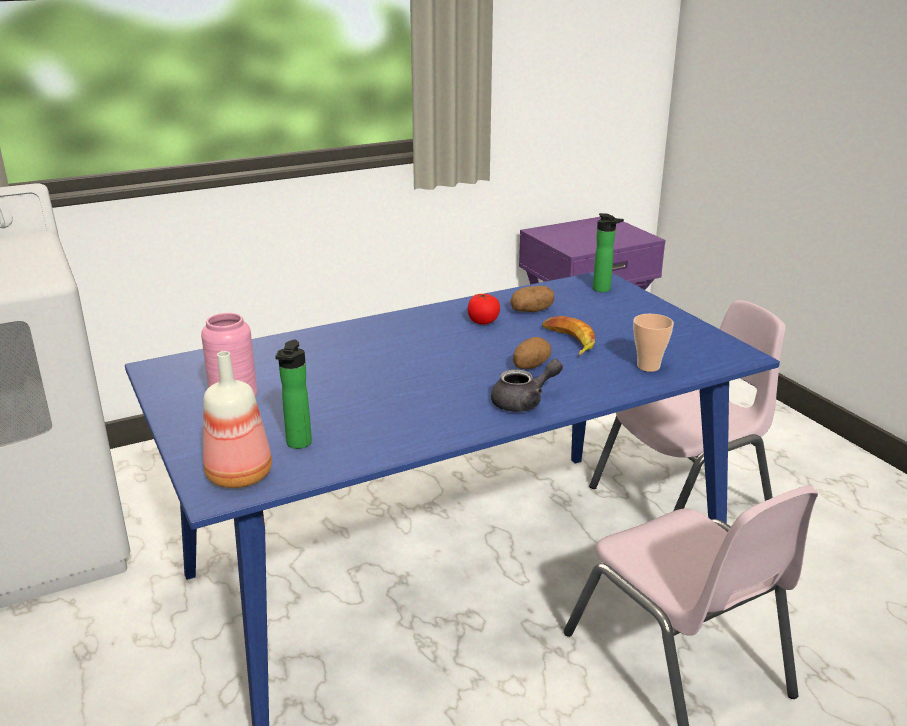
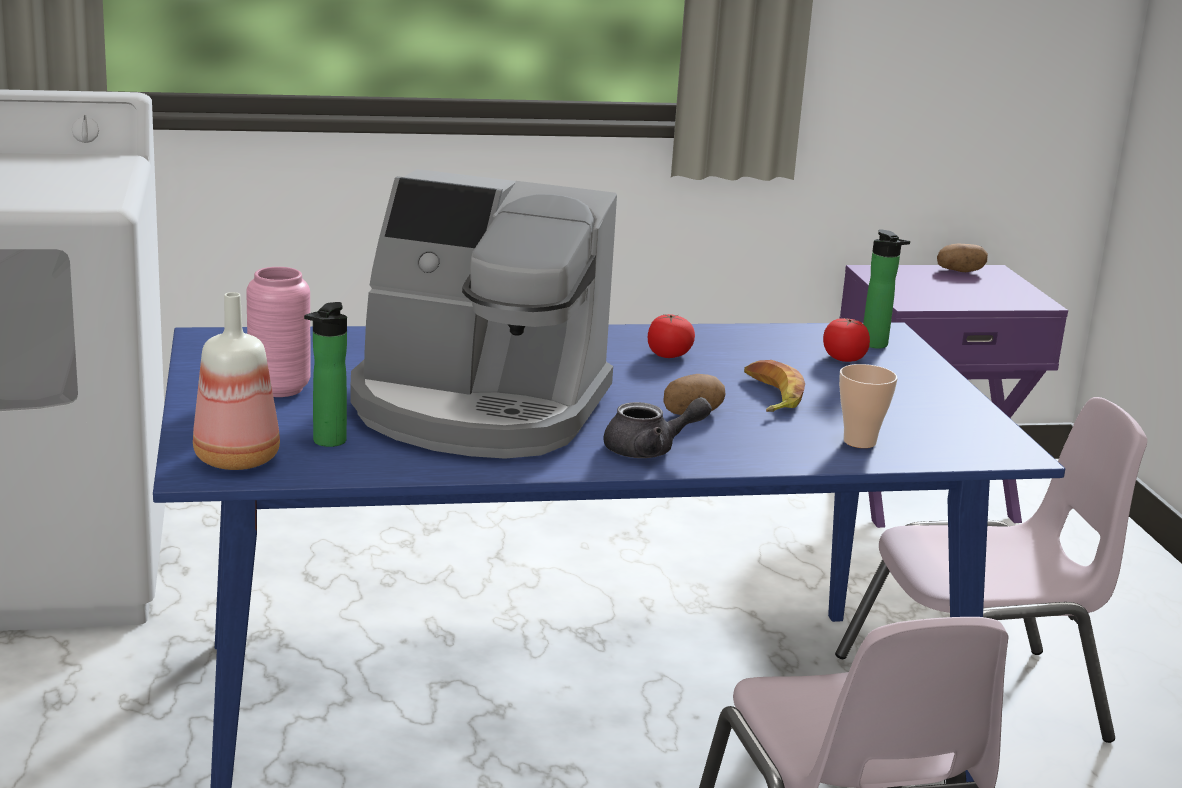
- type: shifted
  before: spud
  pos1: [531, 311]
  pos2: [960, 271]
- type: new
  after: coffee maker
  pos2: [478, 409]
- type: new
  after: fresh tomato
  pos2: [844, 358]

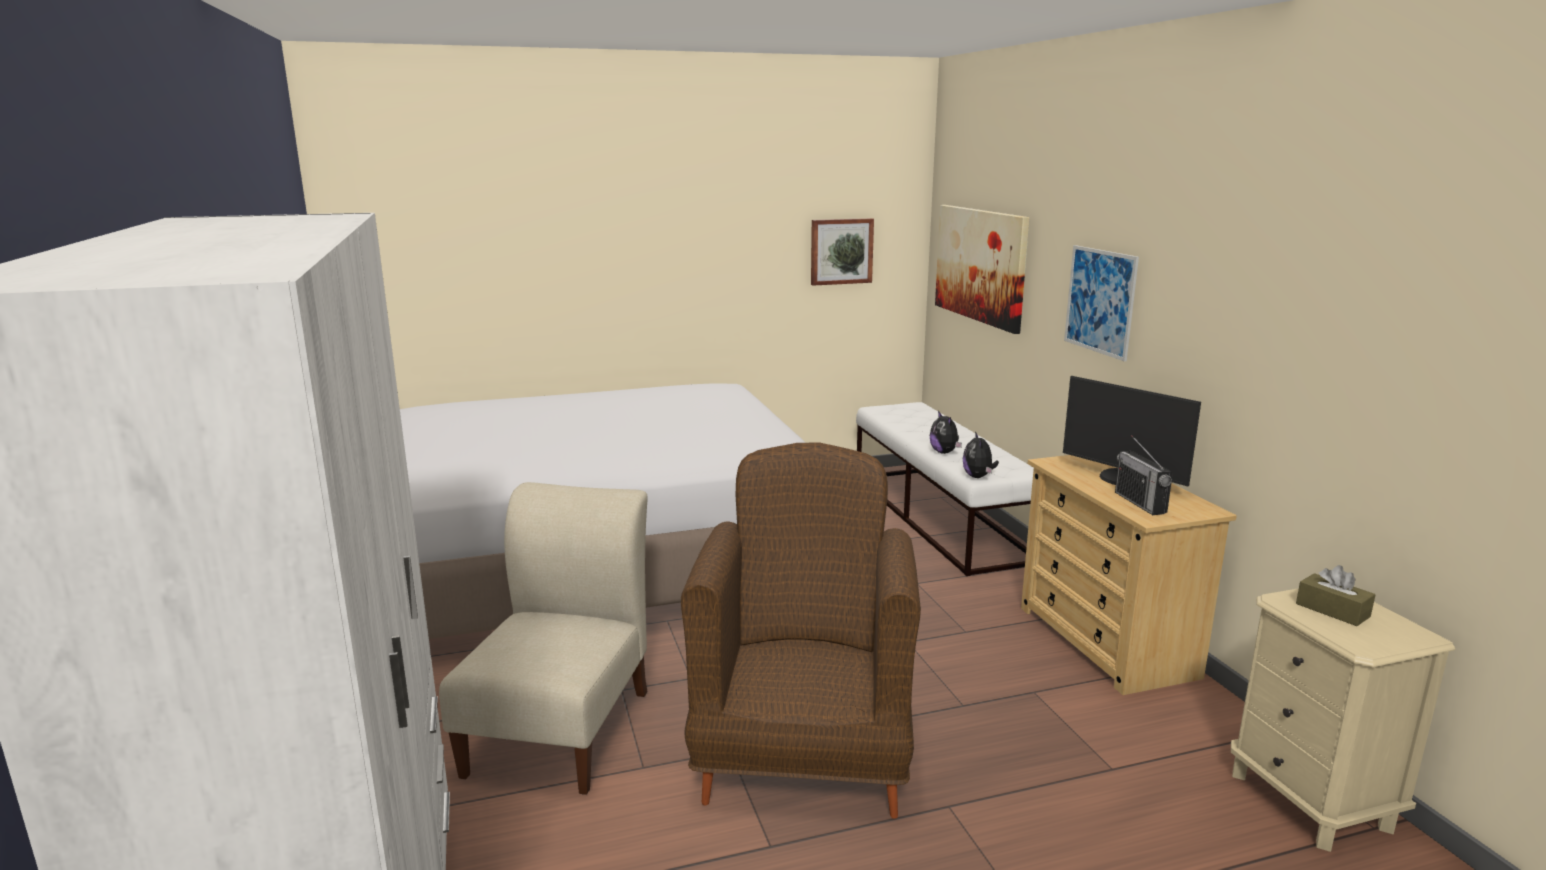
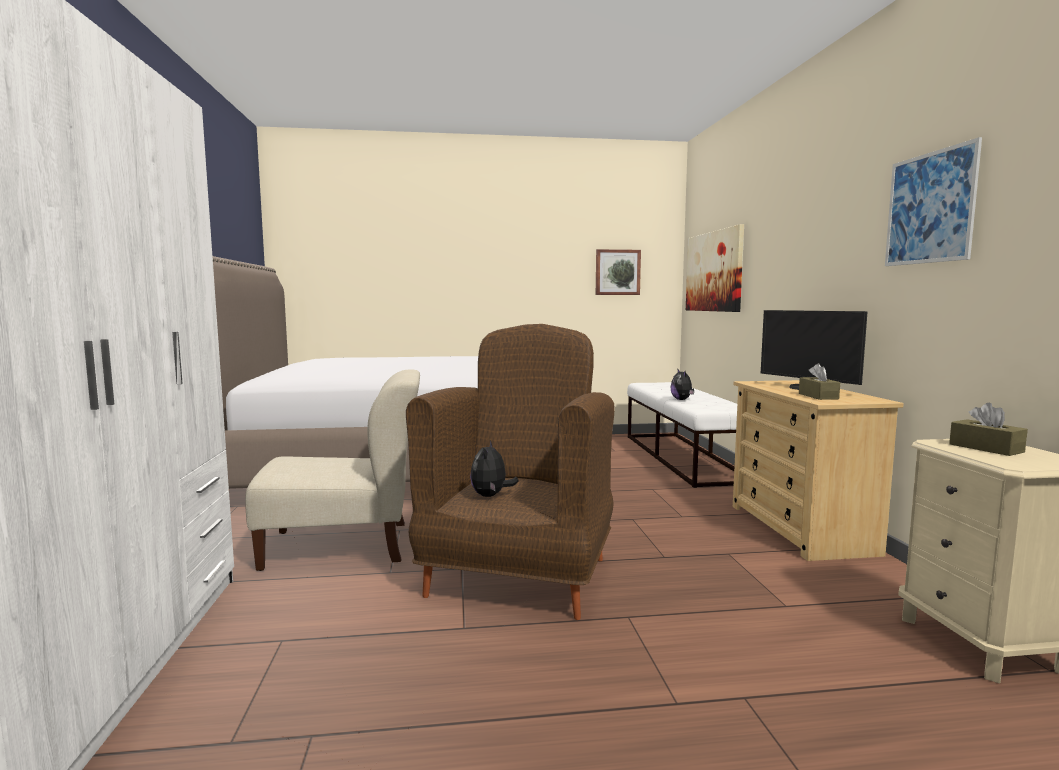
- type: shifted
  before: wall picture
  pos1: [1100, 301]
  pos2: [929, 208]
- type: shifted
  before: cuddly toy
  pos1: [978, 477]
  pos2: [491, 496]
- type: swapped
  before: radio set
  after: brown tissue holder
  pos1: [1140, 503]
  pos2: [818, 396]
- type: rotated
  before: sand-coloured upright chair
  pos1: [563, 727]
  pos2: [345, 546]
  turn: 60

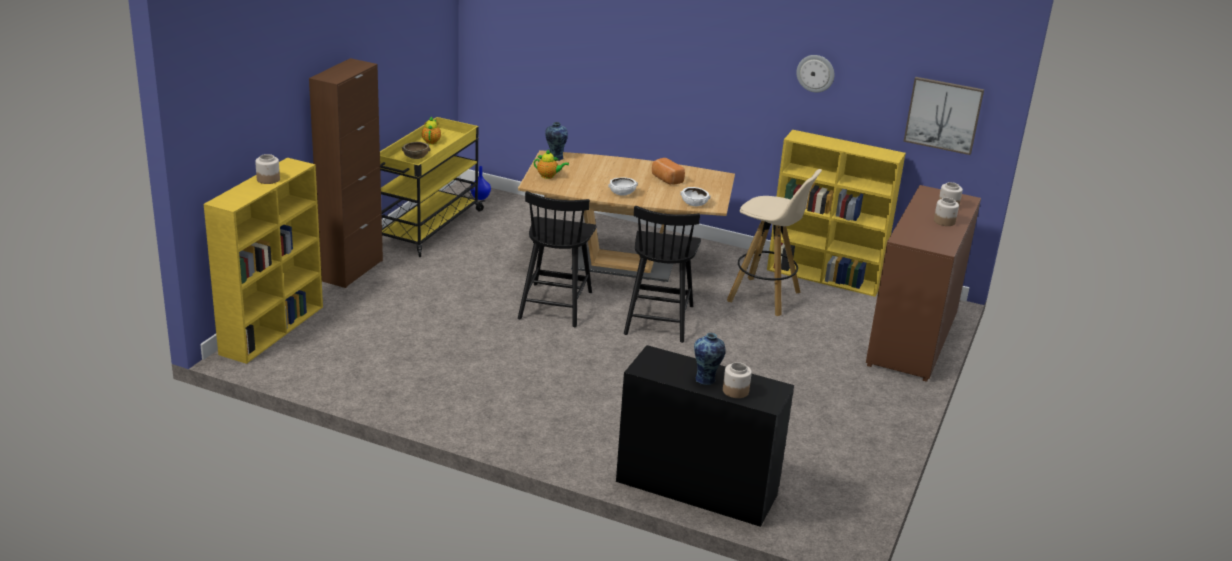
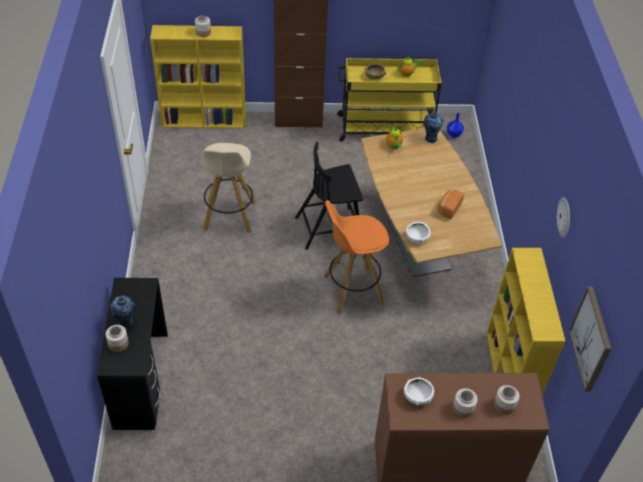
- type: shifted
  before: sand-coloured stool seat
  pos1: [765, 297]
  pos2: [229, 216]
- type: shifted
  before: white bowl
  pos1: [622, 193]
  pos2: [417, 396]
- type: swapped
  before: black-coloured upright chair
  after: orangey stool seat
  pos1: [658, 319]
  pos2: [351, 290]

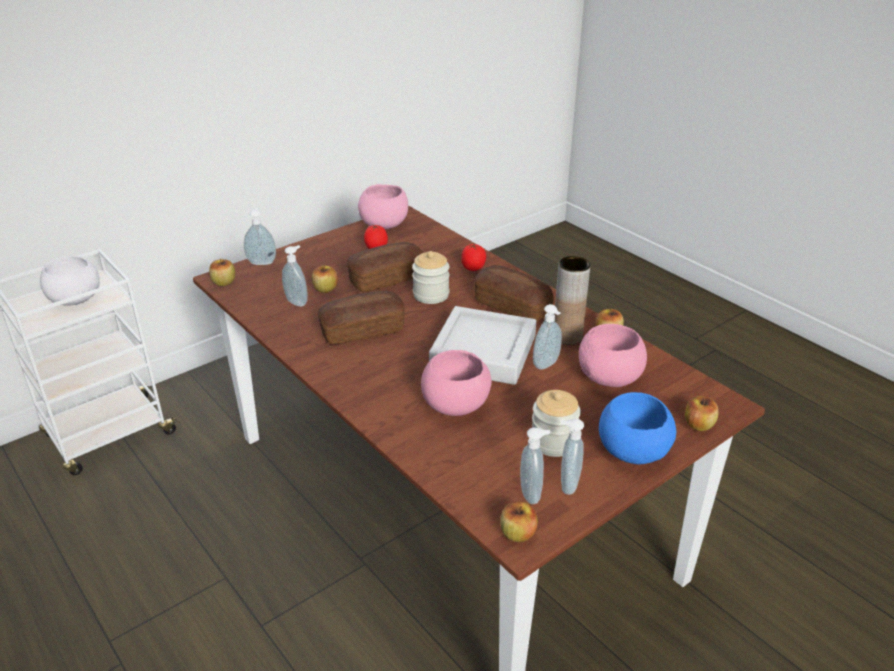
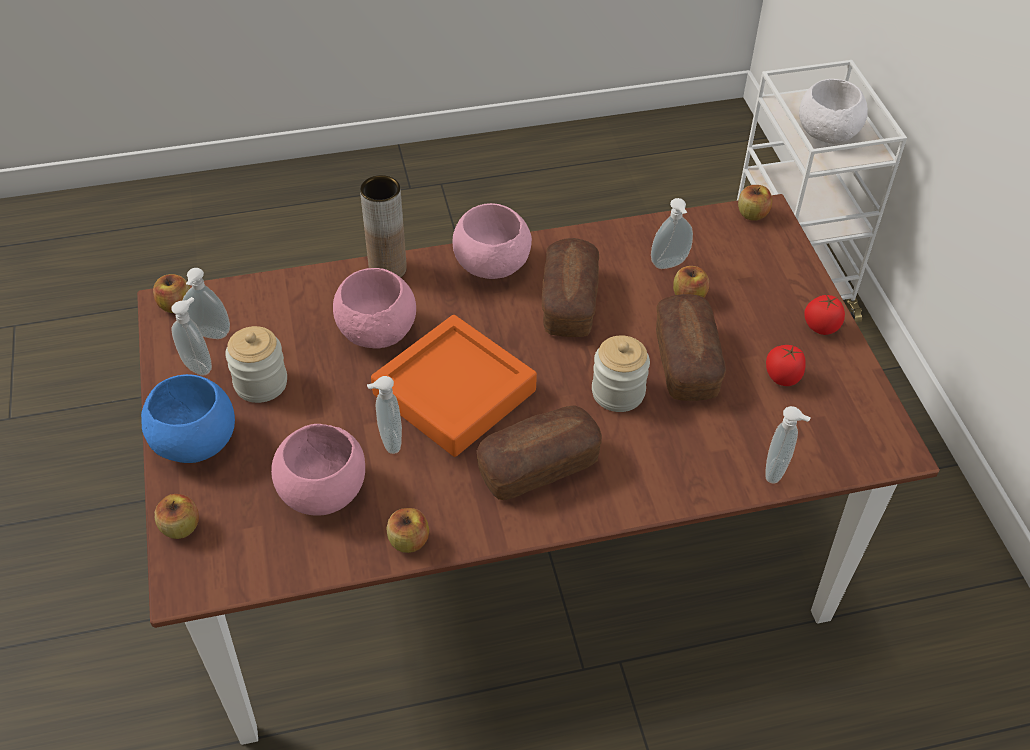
- type: shifted
  before: pinkish bowl
  pos1: [385, 224]
  pos2: [491, 266]
- type: shifted
  before: soap dispenser
  pos1: [262, 262]
  pos2: [777, 471]
- type: shifted
  before: fresh tomato
  pos1: [473, 269]
  pos2: [820, 328]
- type: shifted
  before: brown flower vase
  pos1: [567, 336]
  pos2: [387, 269]
- type: repainted
  before: greyish serving tray
  after: orangey serving tray
  pos1: [483, 352]
  pos2: [454, 392]

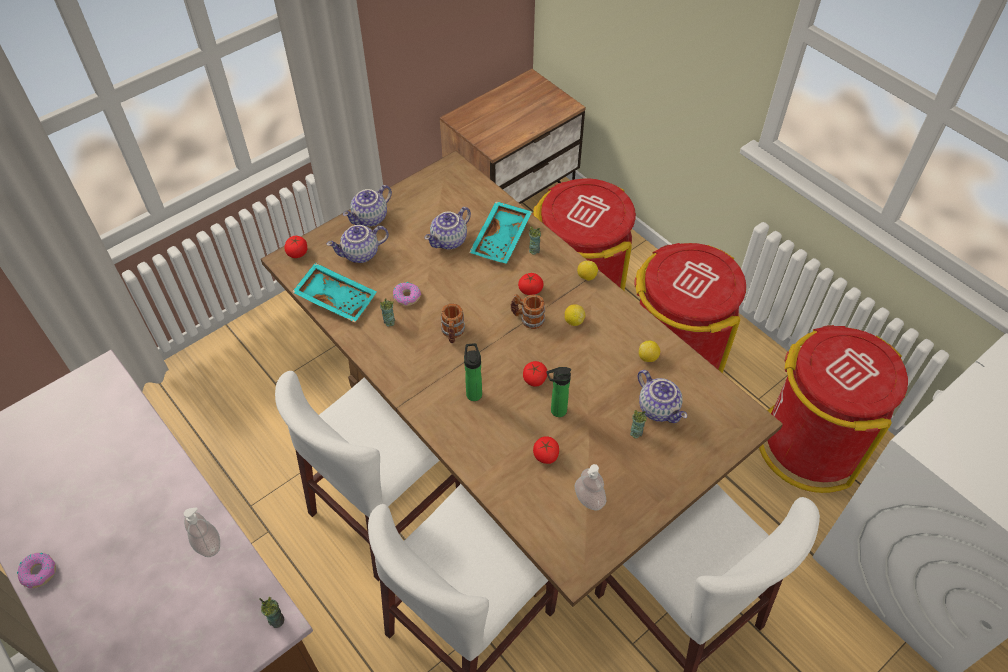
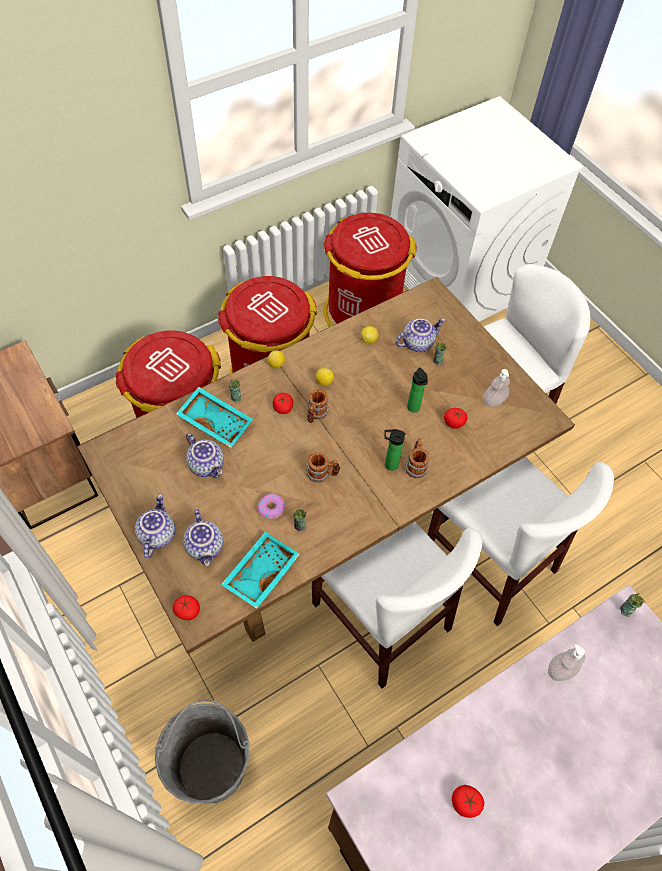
- type: rotated
  before: teapot
  pos1: [370, 219]
  pos2: [156, 535]
  turn: -135
- type: shifted
  before: fresh tomato
  pos1: [534, 379]
  pos2: [465, 802]
- type: gone
  before: doughnut
  pos1: [39, 572]
- type: new
  after: coffee mug
  pos2: [416, 465]
- type: new
  after: greyish pail
  pos2: [212, 766]

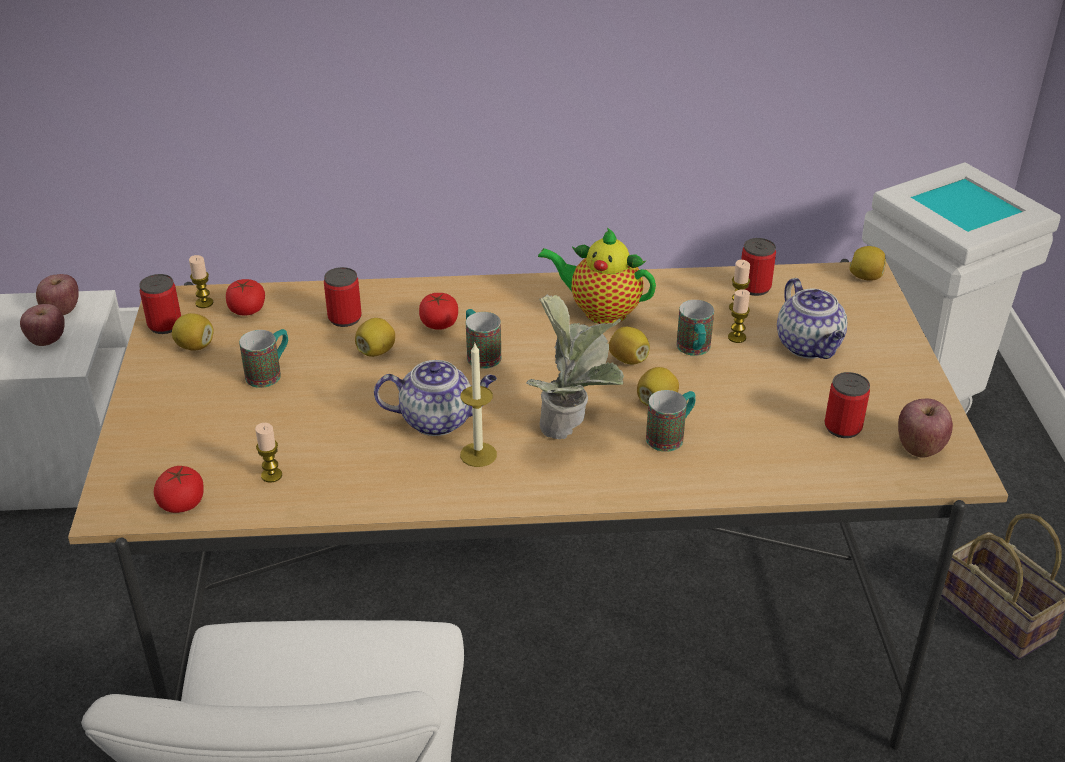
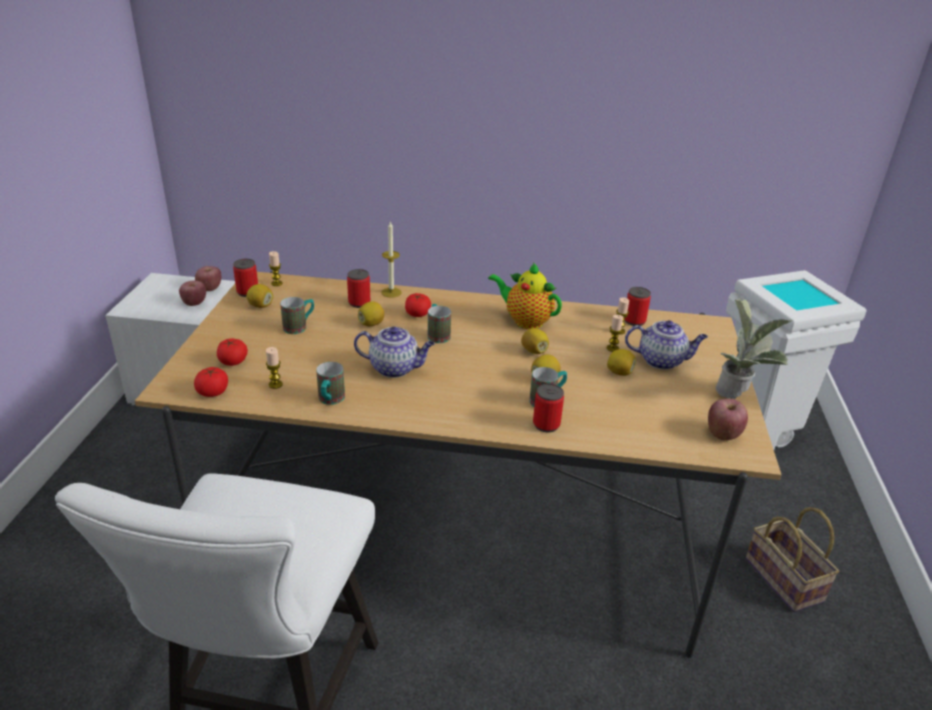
- type: shifted
  before: lemon
  pos1: [866, 277]
  pos2: [619, 373]
- type: rotated
  before: teapot
  pos1: [810, 347]
  pos2: [662, 361]
  turn: -75
- type: shifted
  before: fresh tomato
  pos1: [247, 309]
  pos2: [233, 361]
- type: shifted
  before: houseplant
  pos1: [573, 429]
  pos2: [739, 394]
- type: shifted
  before: coffee mug
  pos1: [694, 350]
  pos2: [330, 401]
- type: shifted
  before: wax candle
  pos1: [478, 454]
  pos2: [391, 292]
- type: shifted
  before: metal can
  pos1: [842, 427]
  pos2: [546, 424]

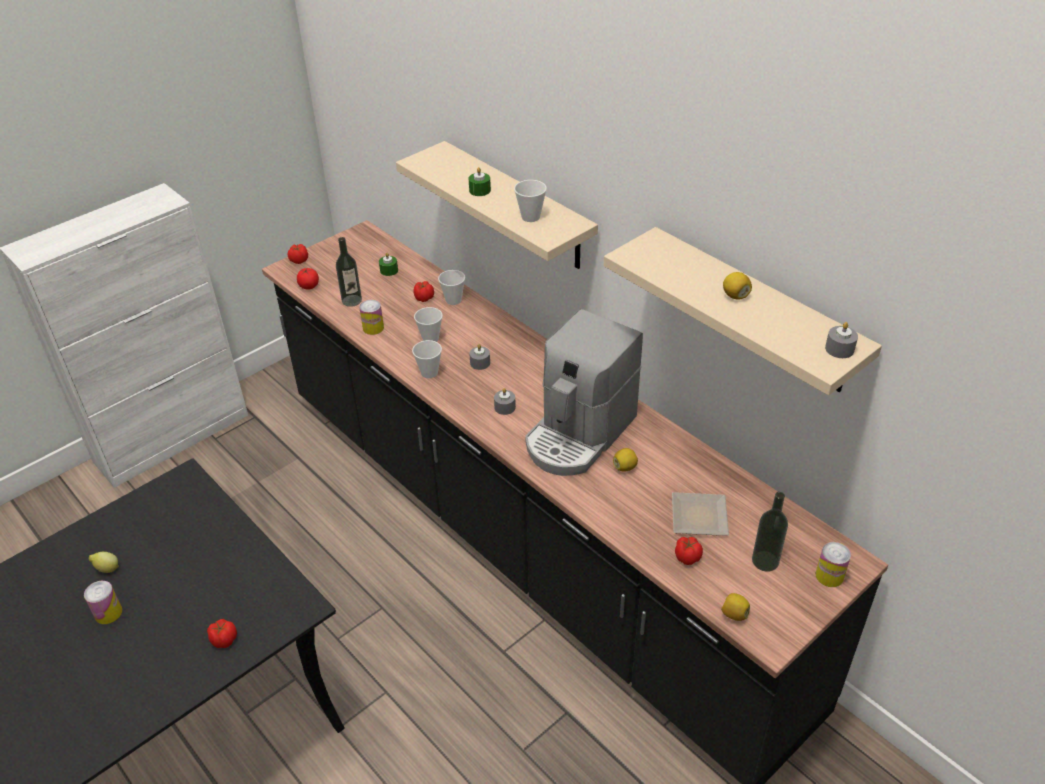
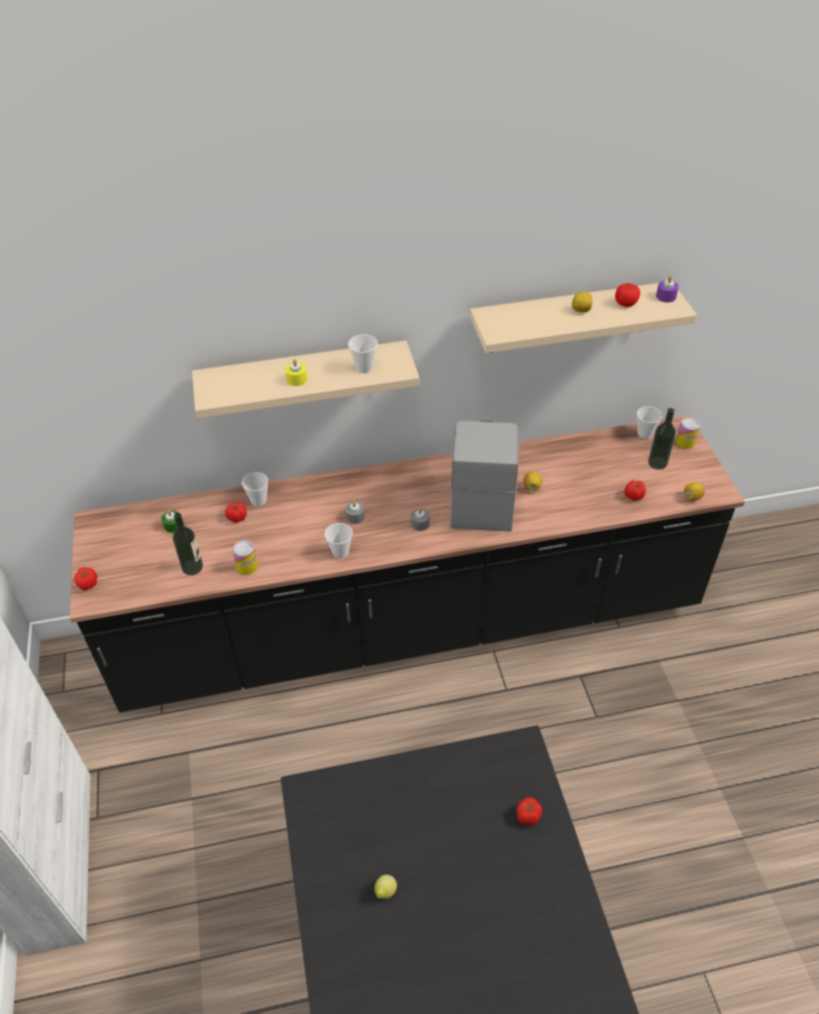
- type: repainted
  before: green wax candle
  after: yellowish wax candle
  pos1: [480, 190]
  pos2: [297, 379]
- type: shifted
  before: fresh tomato
  pos1: [309, 286]
  pos2: [625, 303]
- type: shifted
  before: drinking cup
  pos1: [430, 338]
  pos2: [645, 433]
- type: rotated
  before: coffee maker
  pos1: [579, 434]
  pos2: [481, 496]
  turn: -150
- type: repainted
  before: greyish wax candle
  after: purple wax candle
  pos1: [839, 349]
  pos2: [666, 296]
- type: gone
  before: dinner plate
  pos1: [701, 518]
- type: gone
  before: metal can
  pos1: [108, 613]

